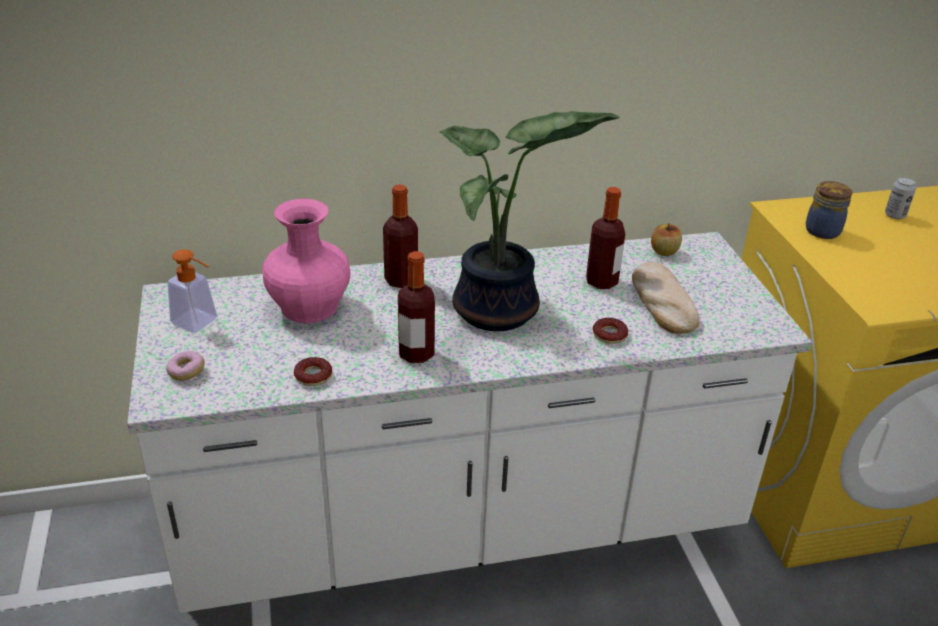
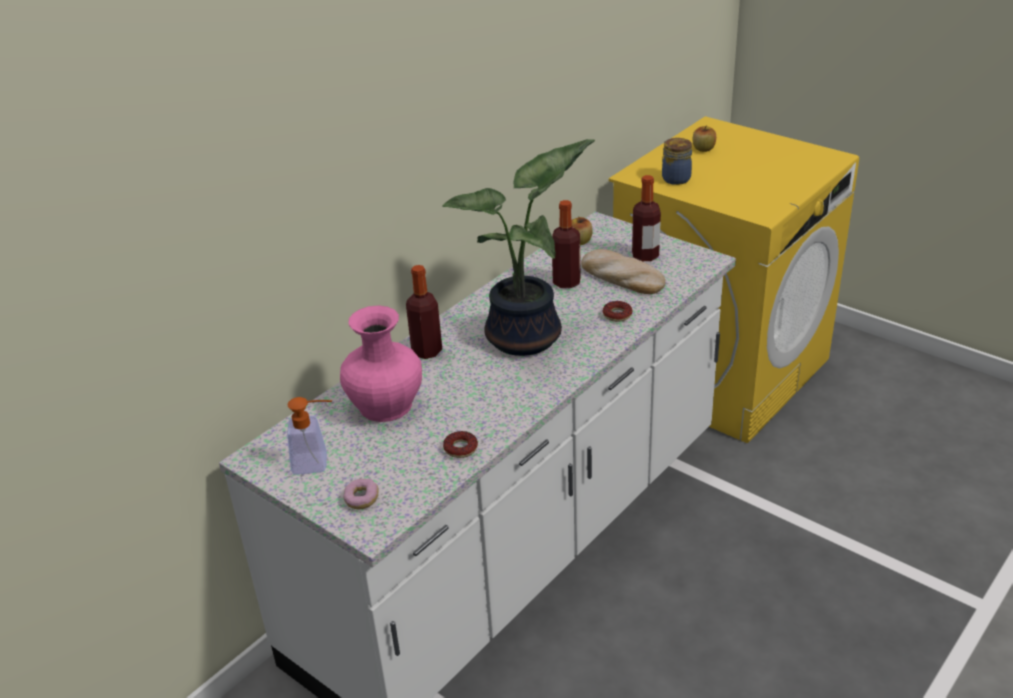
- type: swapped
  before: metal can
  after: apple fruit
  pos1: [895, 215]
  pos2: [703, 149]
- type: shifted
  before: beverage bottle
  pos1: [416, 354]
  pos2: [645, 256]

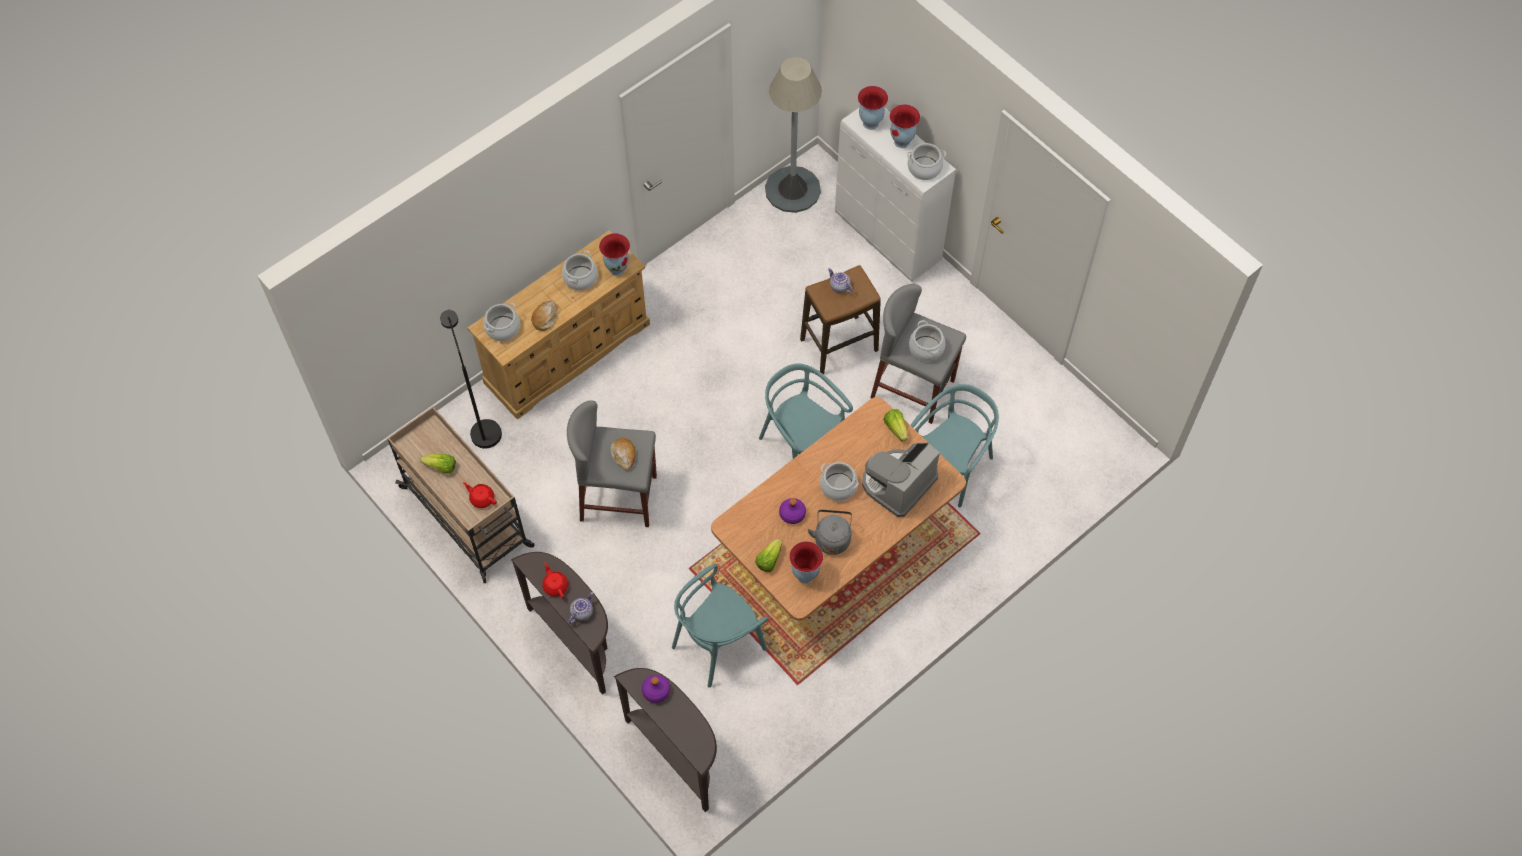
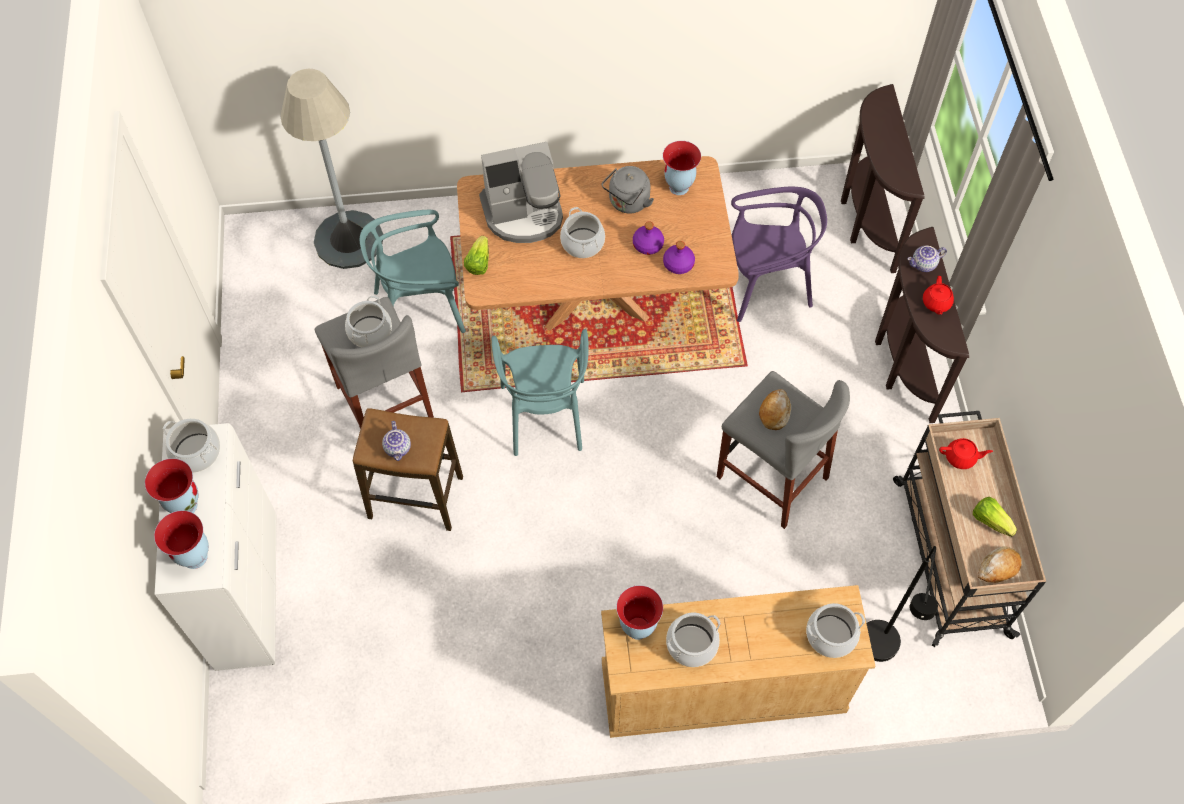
- type: shifted
  before: greyish floor lamp
  pos1: [792, 189]
  pos2: [348, 240]
- type: shifted
  before: bakery bread
  pos1: [545, 318]
  pos2: [998, 567]
- type: rotated
  before: red-coloured teapot
  pos1: [482, 498]
  pos2: [961, 458]
  turn: -60
- type: gone
  before: lettuce head
  pos1: [769, 560]
- type: repainted
  before: turquoise upright chair
  after: purple upright chair
  pos1: [718, 644]
  pos2: [766, 285]
- type: shifted
  before: purple beverage bottle
  pos1: [656, 691]
  pos2: [678, 264]

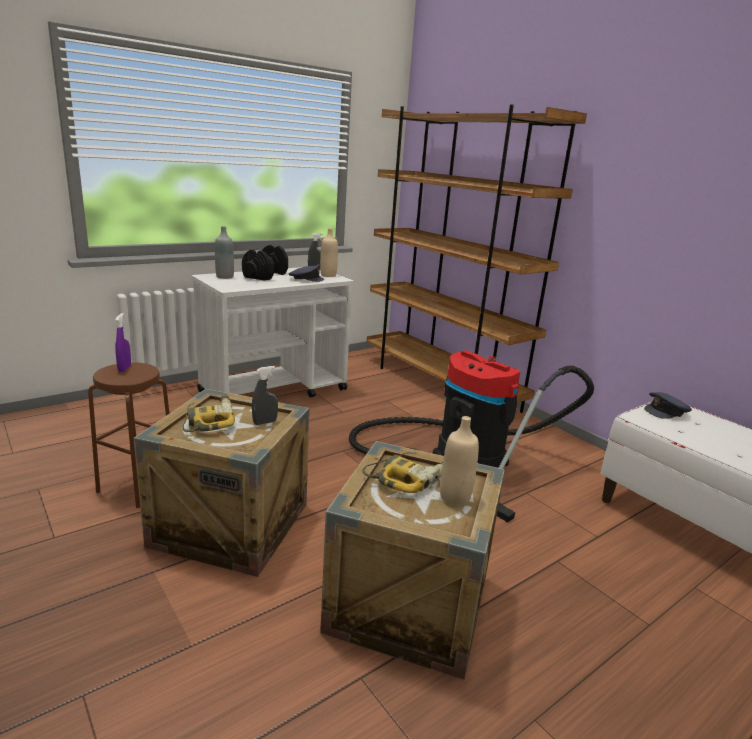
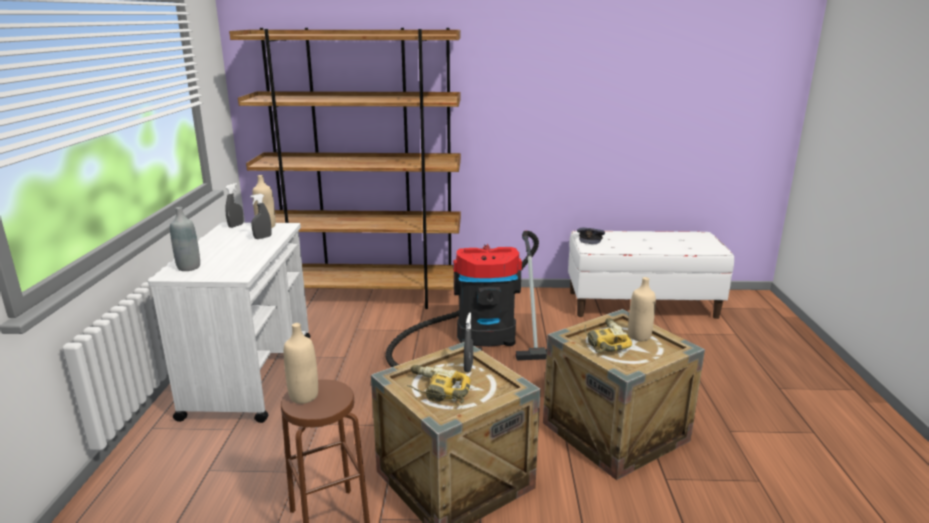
- type: gone
  before: black-coloured dumbbell
  pos1: [265, 275]
- type: swapped
  before: greyish baseball cap
  after: greyish sprayer
  pos1: [306, 279]
  pos2: [262, 237]
- type: swapped
  before: purple sprayer
  after: sand-coloured beverage bottle
  pos1: [124, 368]
  pos2: [304, 396]

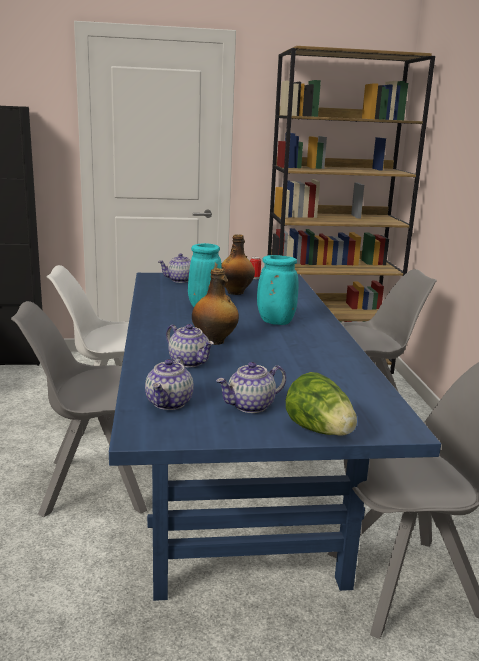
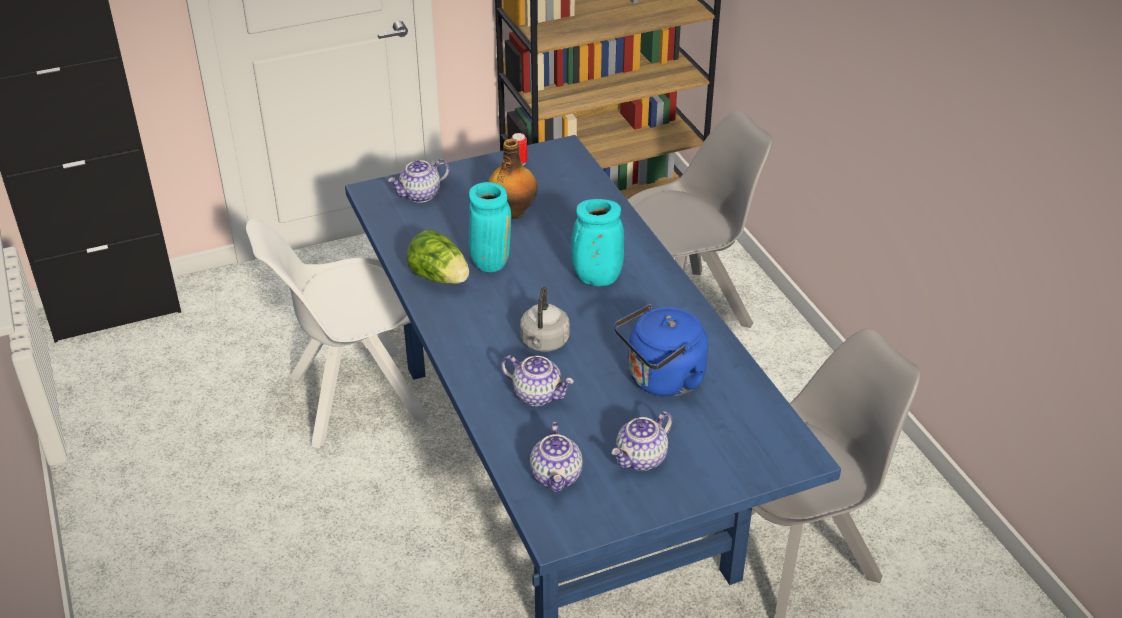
- type: swapped
  before: beverage bottle
  after: greyish kettle
  pos1: [214, 341]
  pos2: [544, 343]
- type: gone
  before: greyish upright chair
  pos1: [93, 486]
- type: shifted
  before: lettuce head
  pos1: [320, 431]
  pos2: [440, 278]
- type: new
  after: blue-coloured kettle
  pos2: [661, 380]

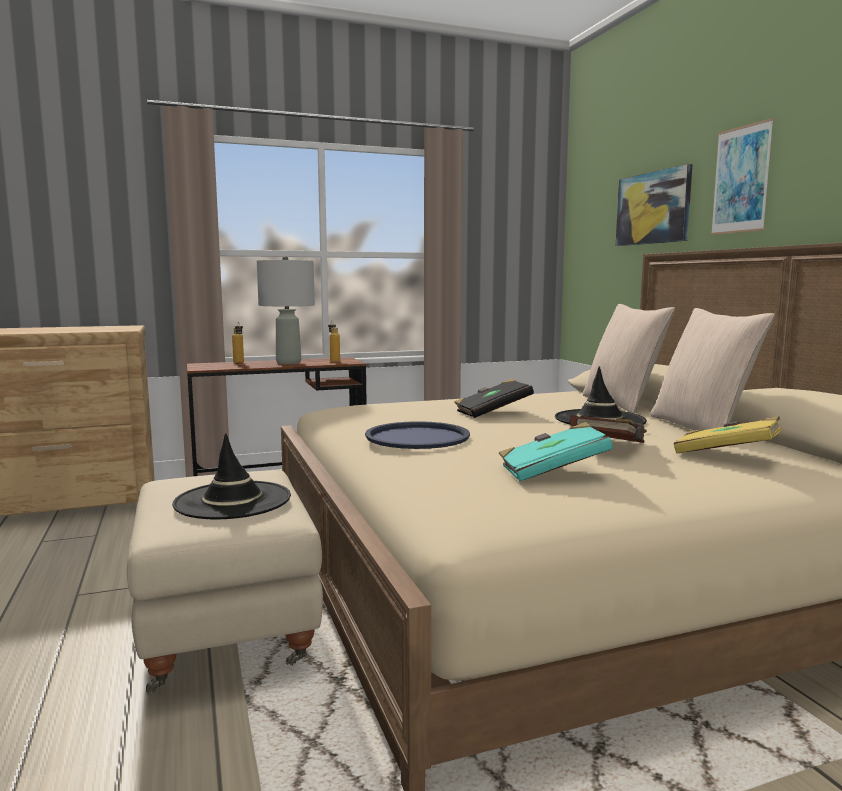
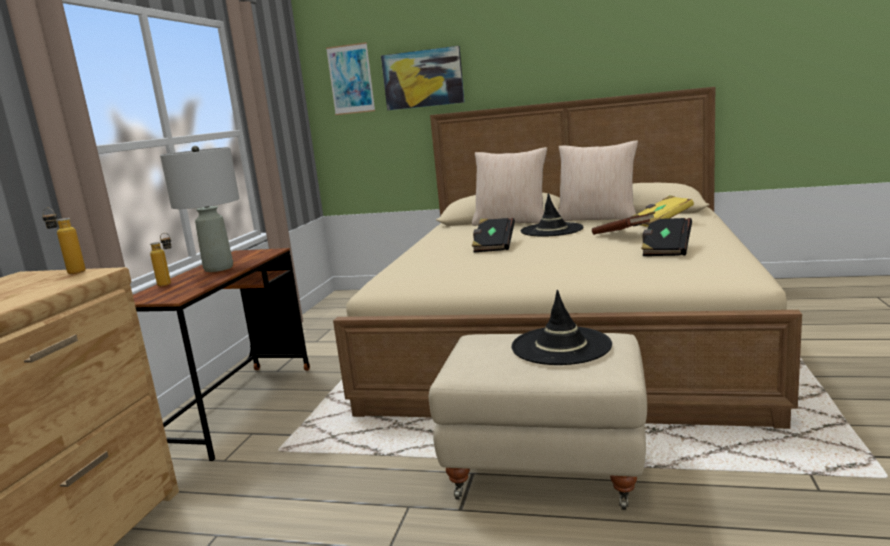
- type: shifted
  before: wall picture
  pos1: [741, 180]
  pos2: [351, 79]
- type: shifted
  before: beverage bottle
  pos1: [334, 361]
  pos2: [71, 272]
- type: gone
  before: blue-coloured serving tray
  pos1: [417, 437]
- type: repainted
  before: turquoise bound book
  after: black-coloured bound book
  pos1: [552, 472]
  pos2: [665, 249]

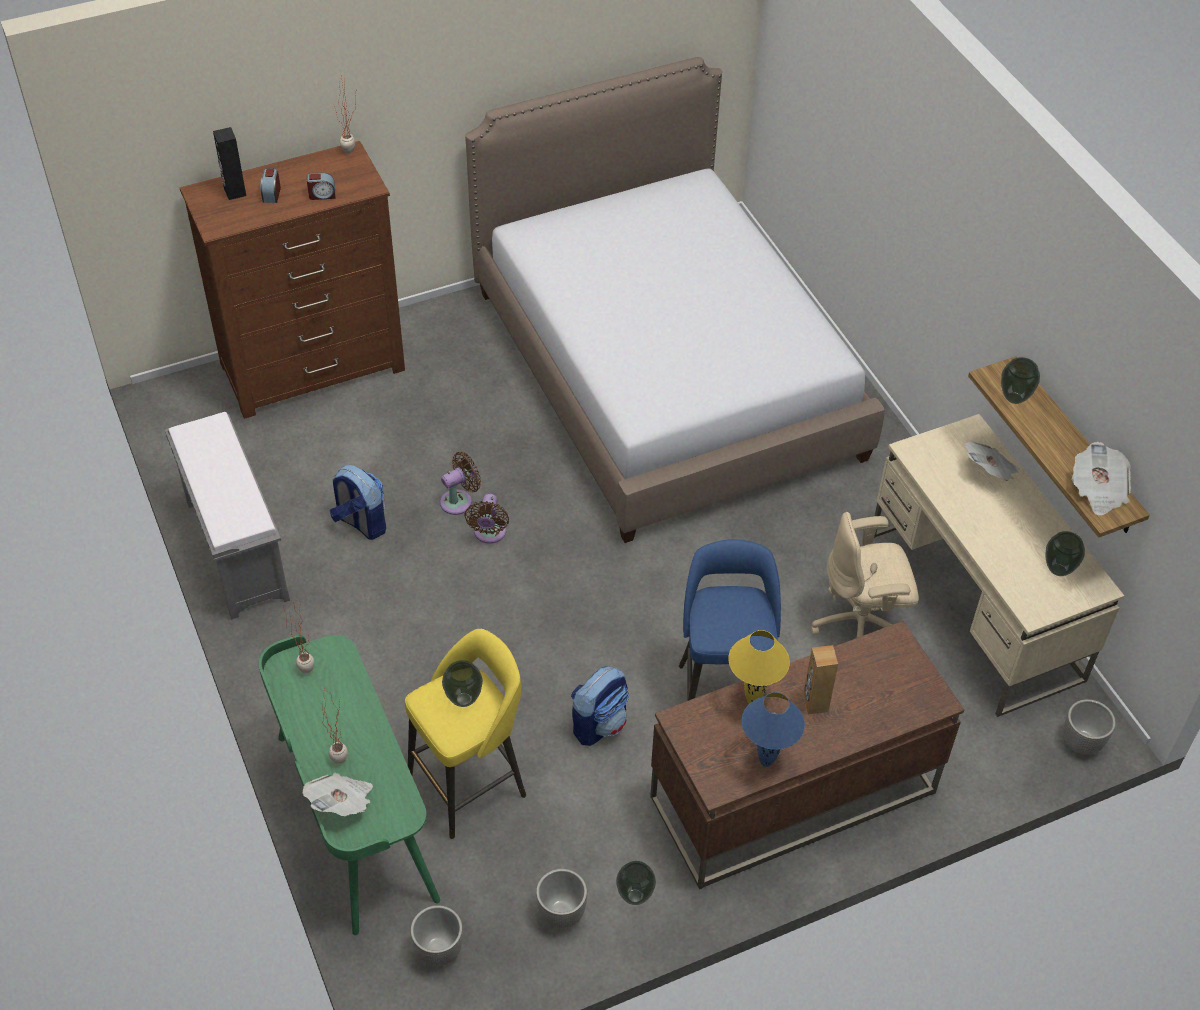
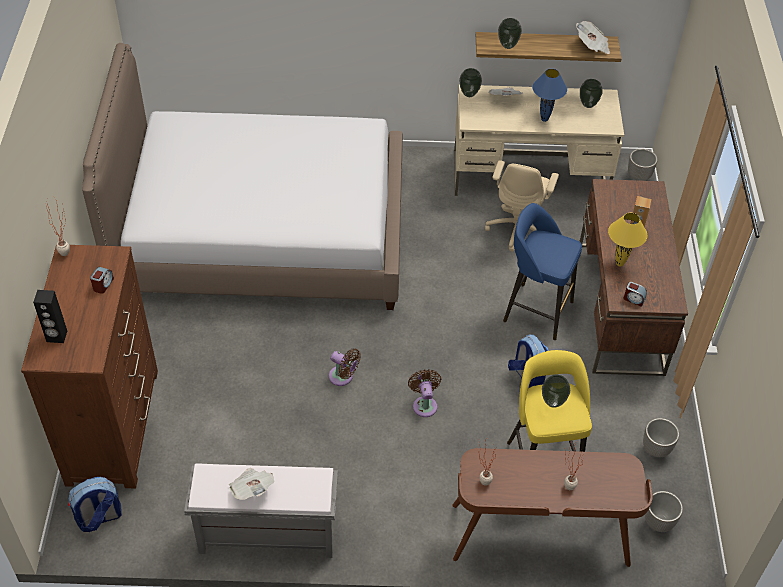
- type: shifted
  before: bedside clock
  pos1: [271, 194]
  pos2: [633, 299]
- type: shifted
  before: brown fan
  pos1: [459, 501]
  pos2: [424, 404]
- type: shifted
  before: knapsack
  pos1: [361, 523]
  pos2: [99, 518]
- type: repainted
  before: green desk
  after: brown desk
  pos1: [354, 817]
  pos2: [540, 536]
- type: shifted
  before: blue-coloured lamp for a table
  pos1: [767, 762]
  pos2: [545, 119]
- type: shifted
  before: newspaper
  pos1: [342, 803]
  pos2: [252, 489]
- type: shifted
  before: flower vase
  pos1: [635, 896]
  pos2: [469, 94]

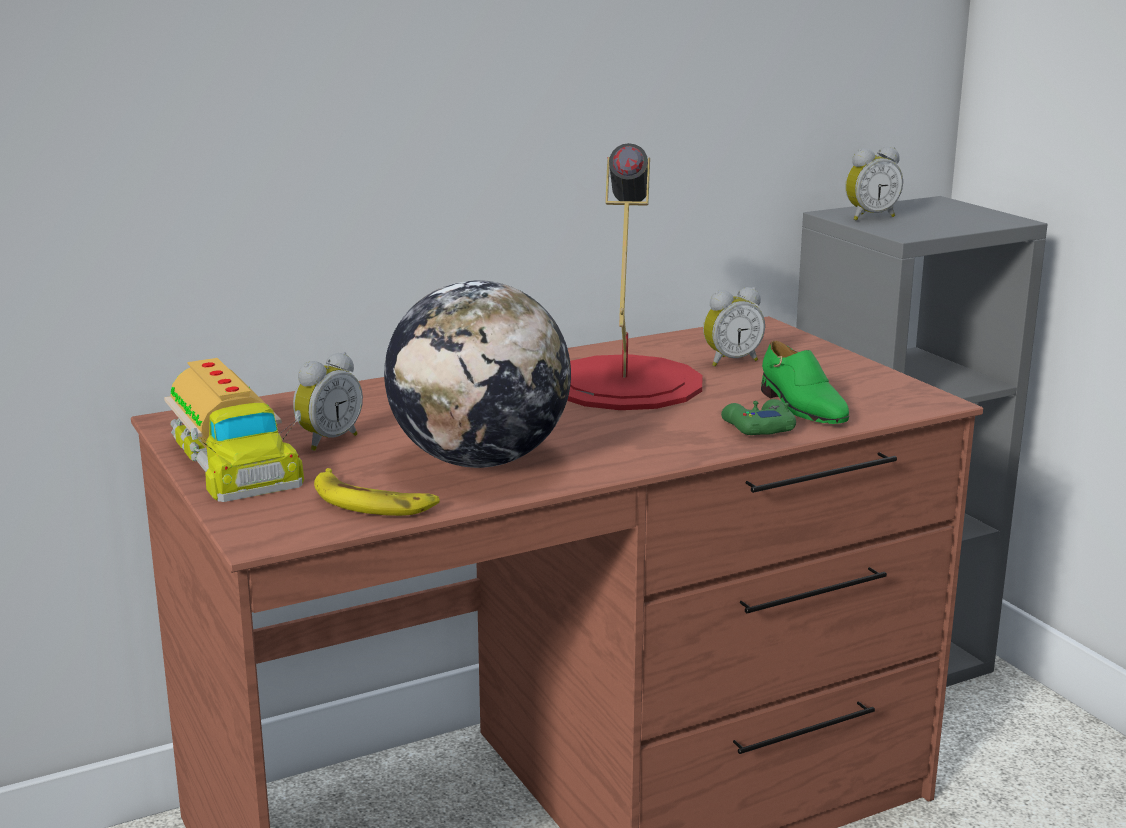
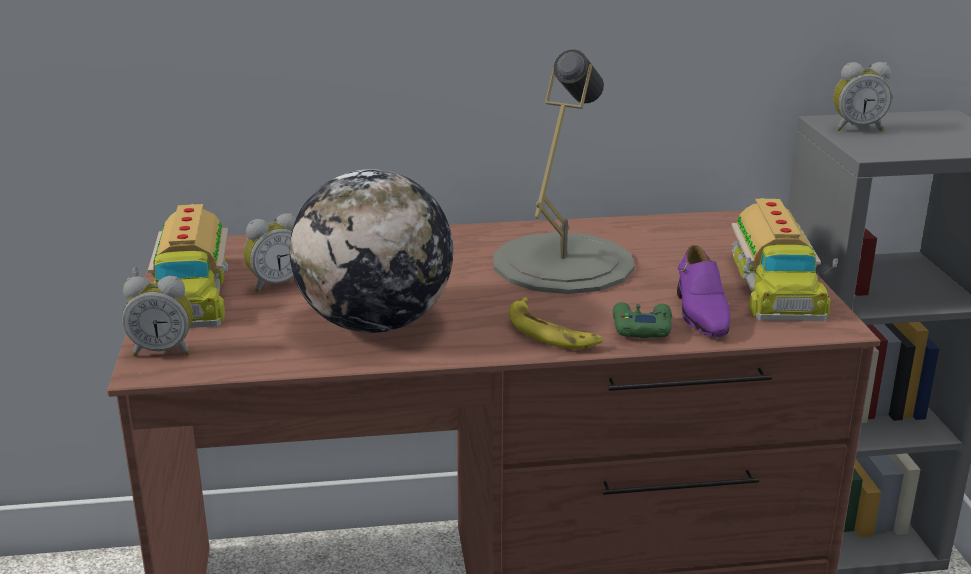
- type: repainted
  before: red-coloured lamp for a table
  after: greyish lamp for a table
  pos1: [624, 383]
  pos2: [562, 263]
- type: shifted
  before: bedside clock
  pos1: [730, 361]
  pos2: [163, 351]
- type: repainted
  before: green low shoe
  after: purple low shoe
  pos1: [802, 407]
  pos2: [700, 313]
- type: shifted
  before: banana fruit
  pos1: [372, 502]
  pos2: [550, 332]
- type: new
  after: toy truck
  pos2: [772, 284]

